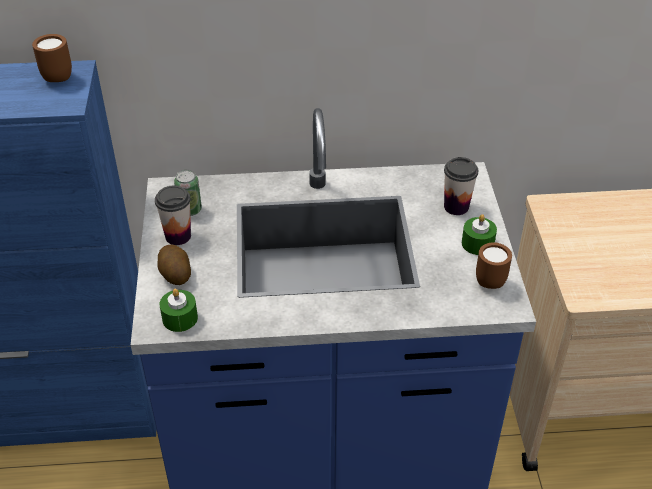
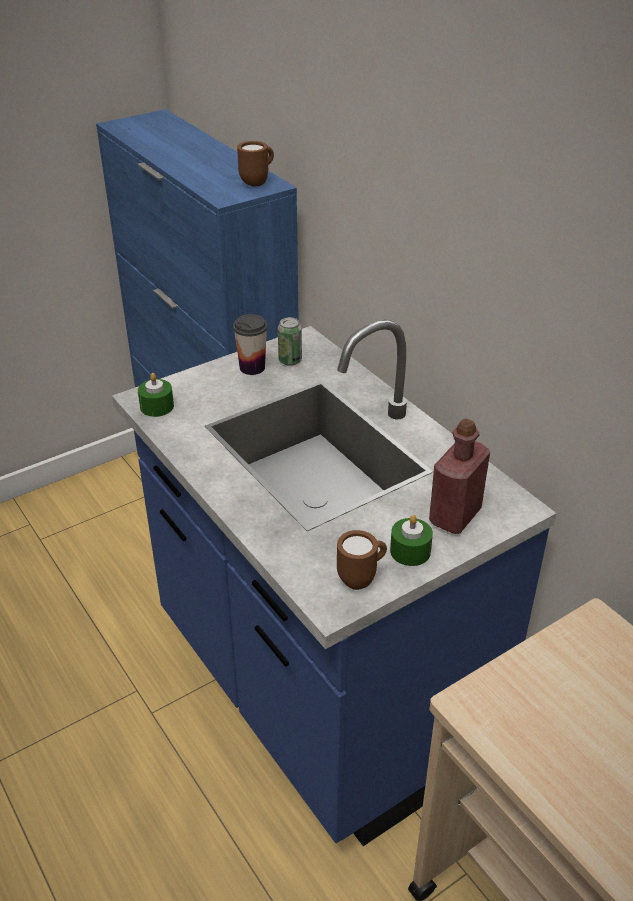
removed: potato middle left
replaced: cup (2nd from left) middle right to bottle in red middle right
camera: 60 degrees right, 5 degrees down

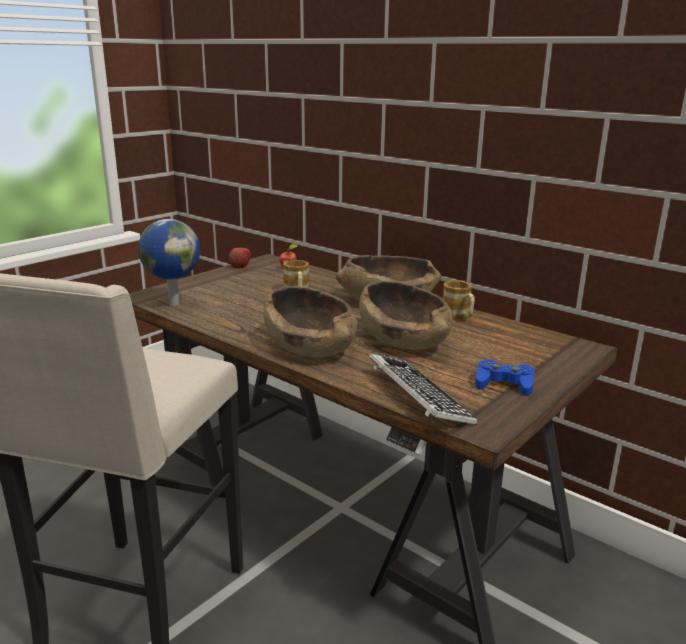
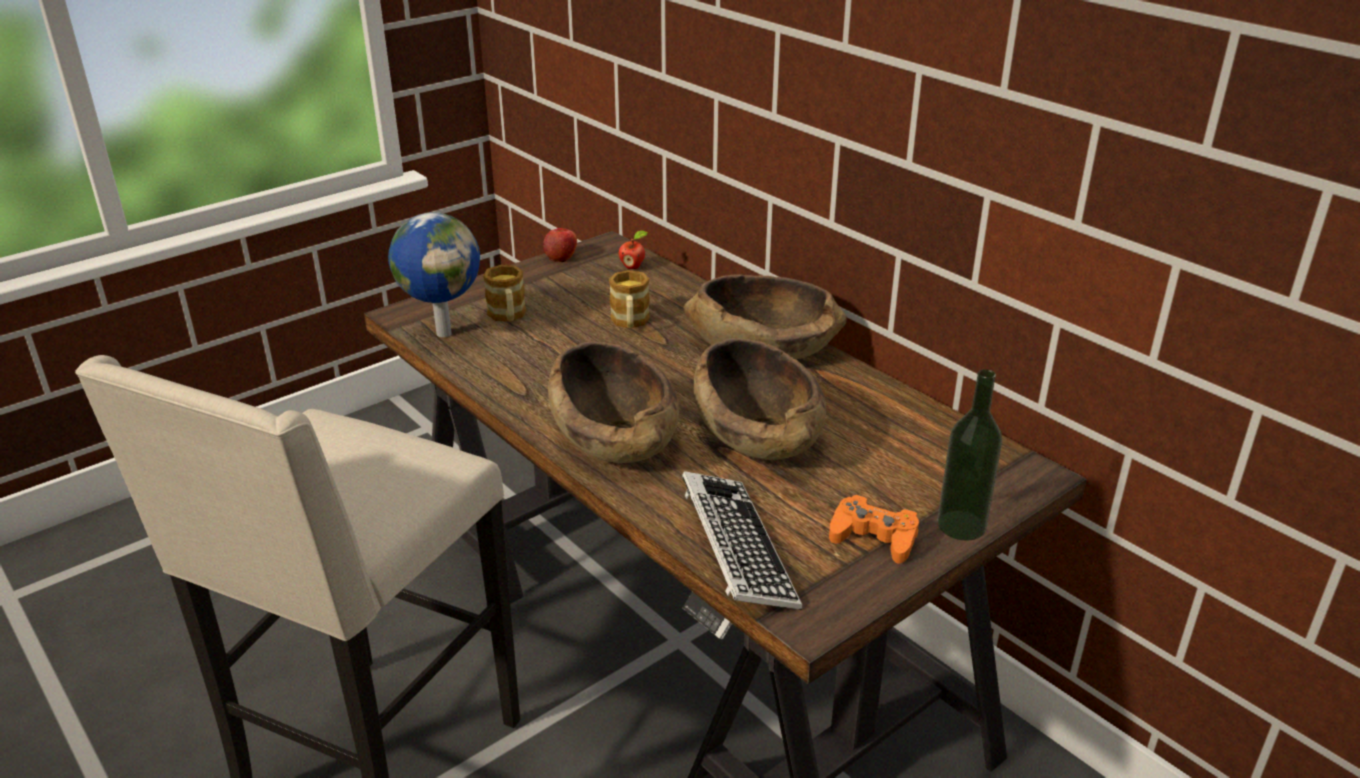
added: bottle middle right
moved: mug (2nd from left in the first image) middle right to mug (1st from left) centre
recoloured: game controller in blue middle right to game controller in orange bottom centre
camera: 10 degrees right, 10 degrees up

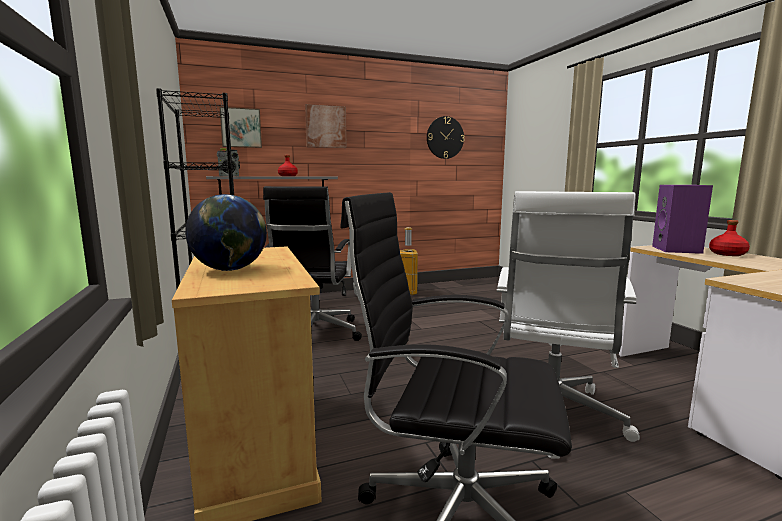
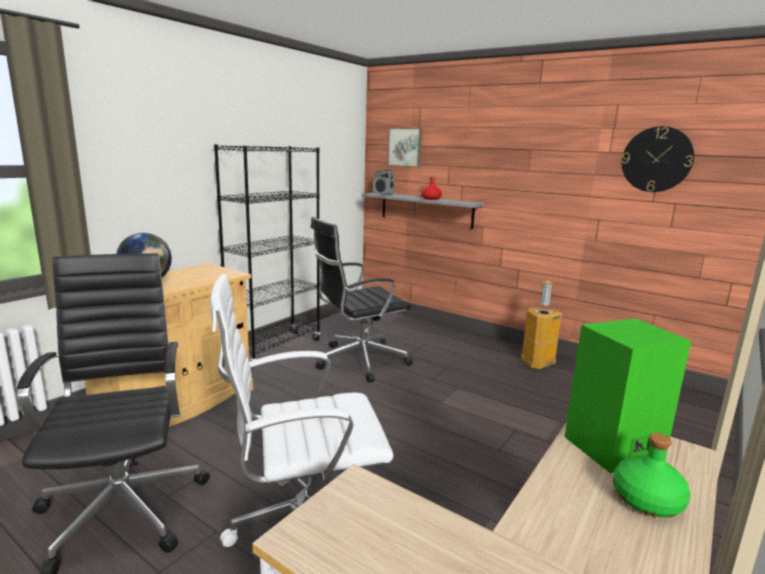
removed: picture (2nd from left) top centre
recoloured: speaker in purple middle right to speaker in green bottom right; bottle in red (2nd from left) middle right to bottle in green bottom right
camera: 55 degrees right, 5 degrees up

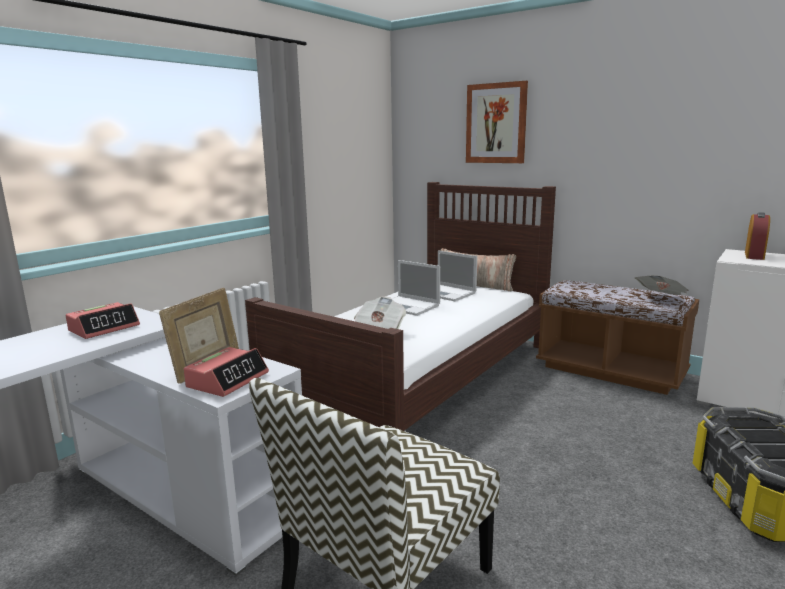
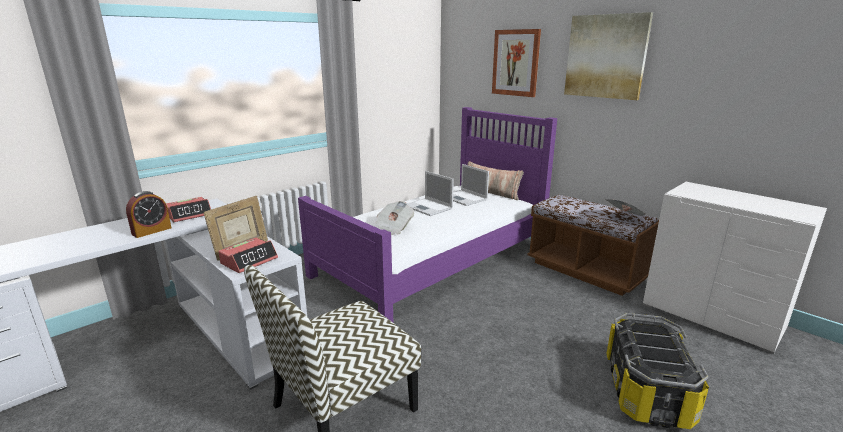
added: picture (2nd from left) top right
moved: alarm clock (3rd from left in the first image) middle right to alarm clock (1st from left) middle left
recoloured: bed in brown centre to bed in purple centre
camera: 10 degrees right, 5 degrees up

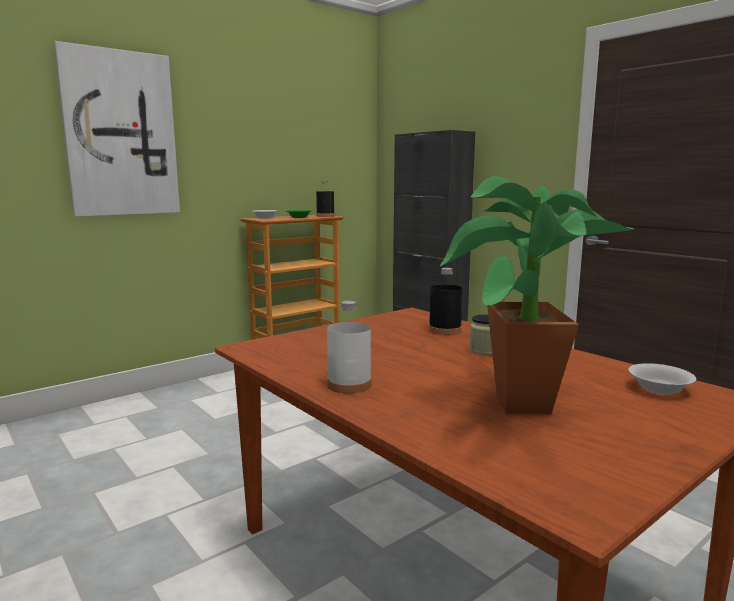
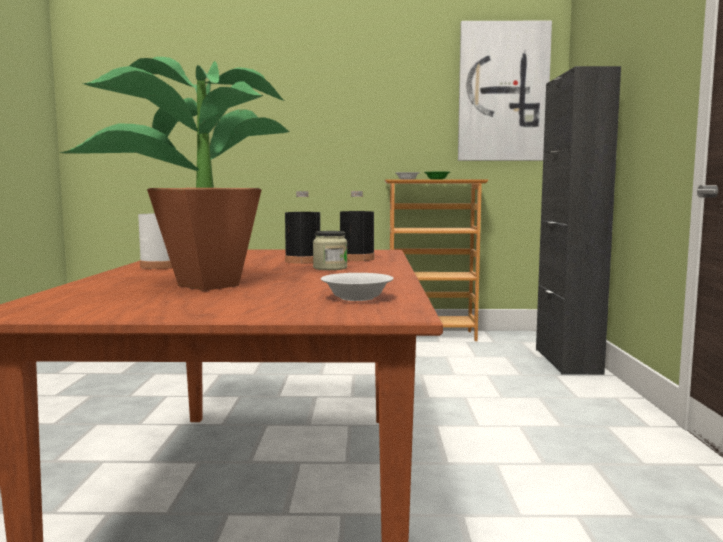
moved: picture top left to top right; bottle in black (1st from left) top centre to centre
camera: 40 degrees right, 5 degrees down

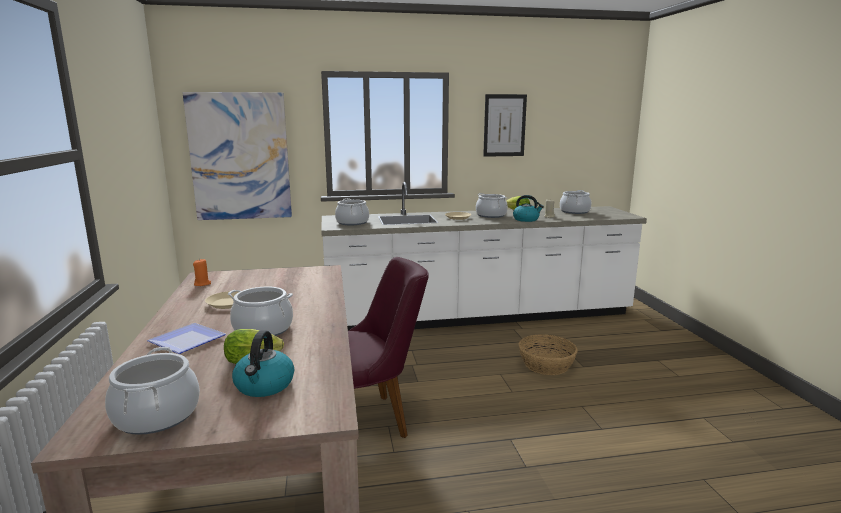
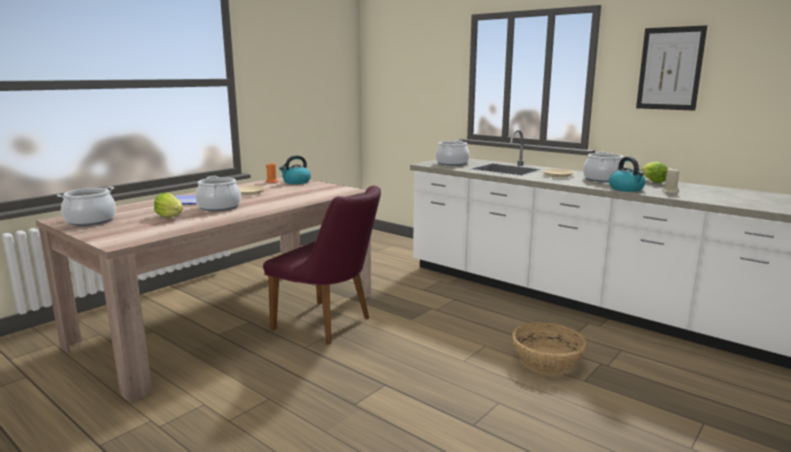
removed: picture (1st from left) top left; cooking pot (5th from left) middle right
moved: kettle (1st from left) bottom left to centre
camera: 50 degrees right, 0 degrees up

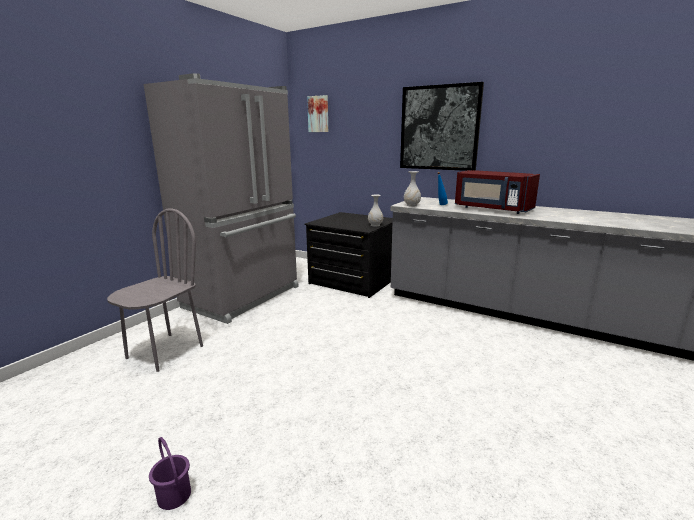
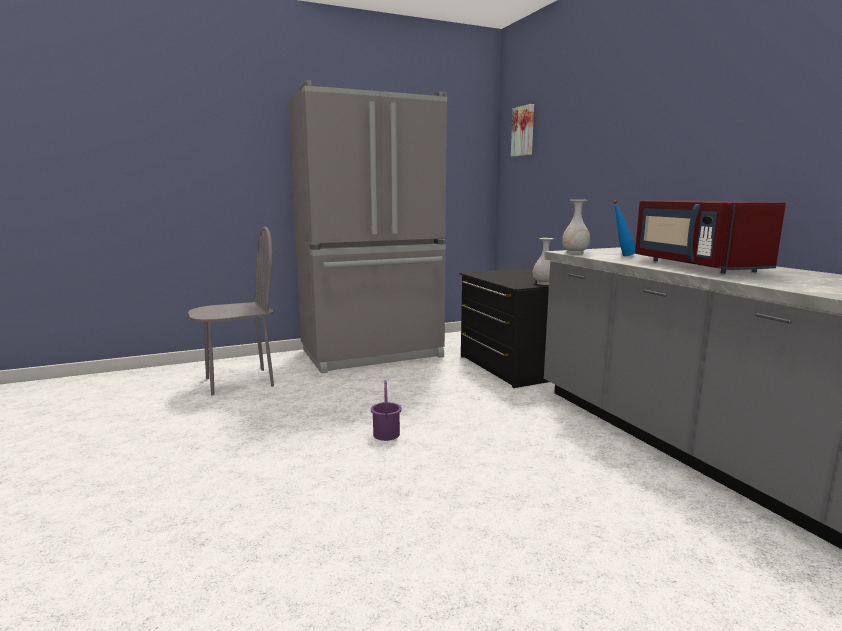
removed: picture (2nd from left) top centre
moved: bucket in purple bottom left to centre
camera: 35 degrees right, 5 degrees down

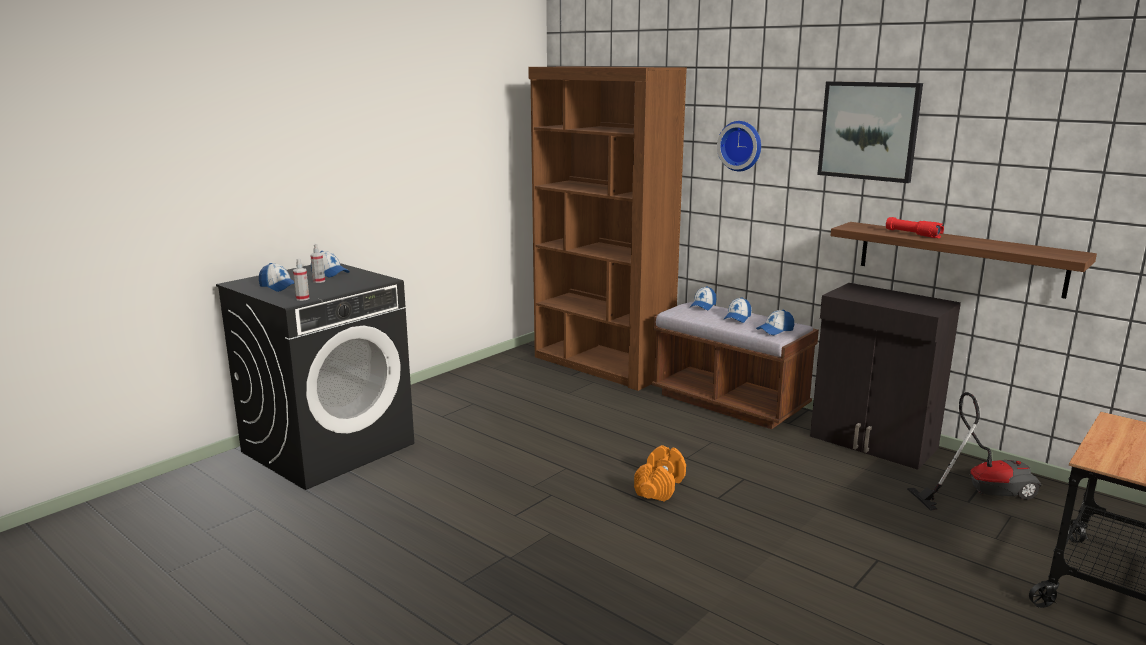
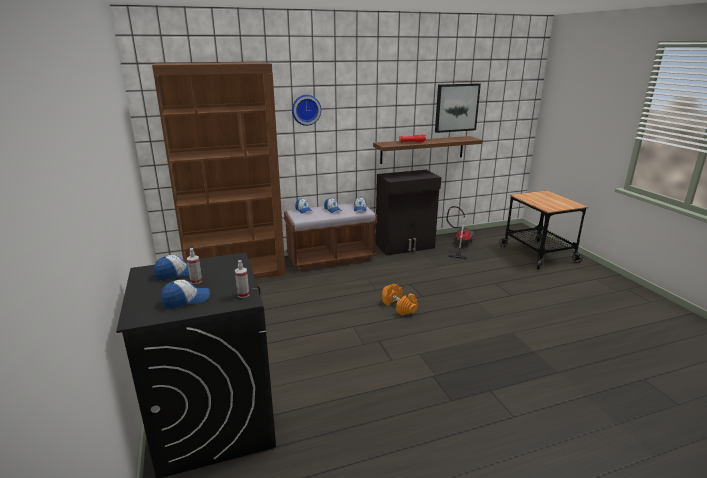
moved: picture top right to top centre
camera: 60 degrees left, 5 degrees up

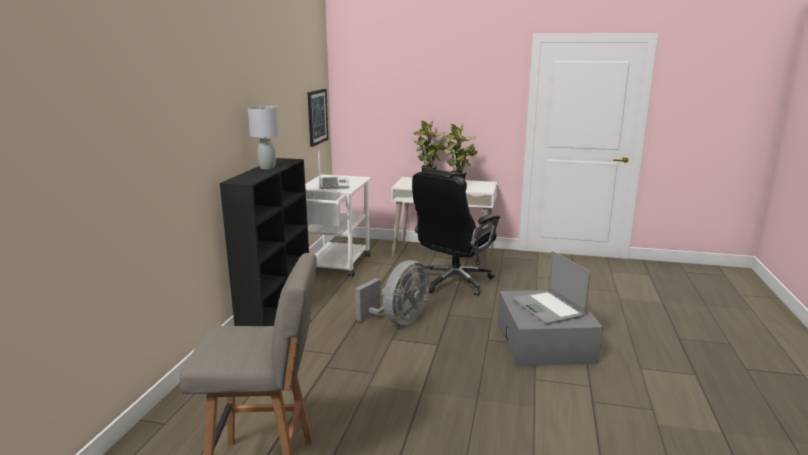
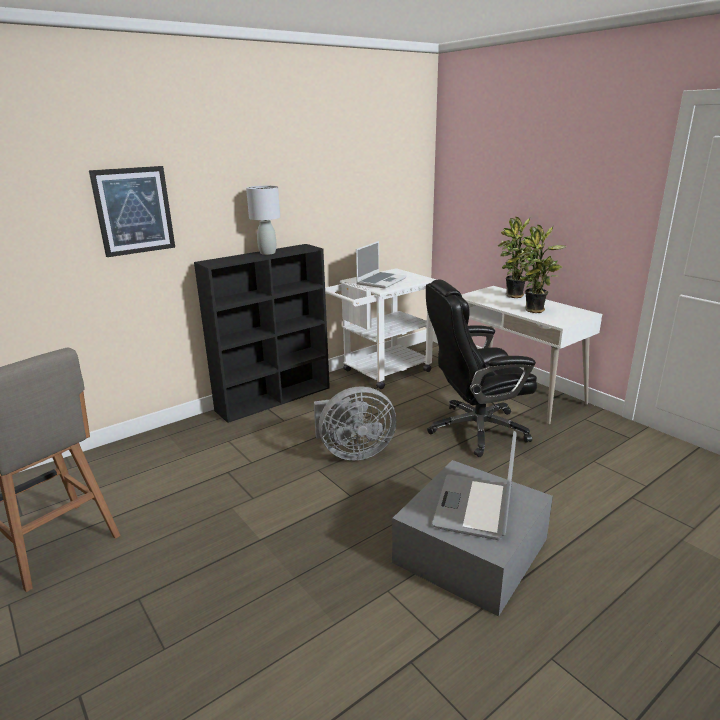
moved: picture top centre to top left
camera: 40 degrees right, 5 degrees up

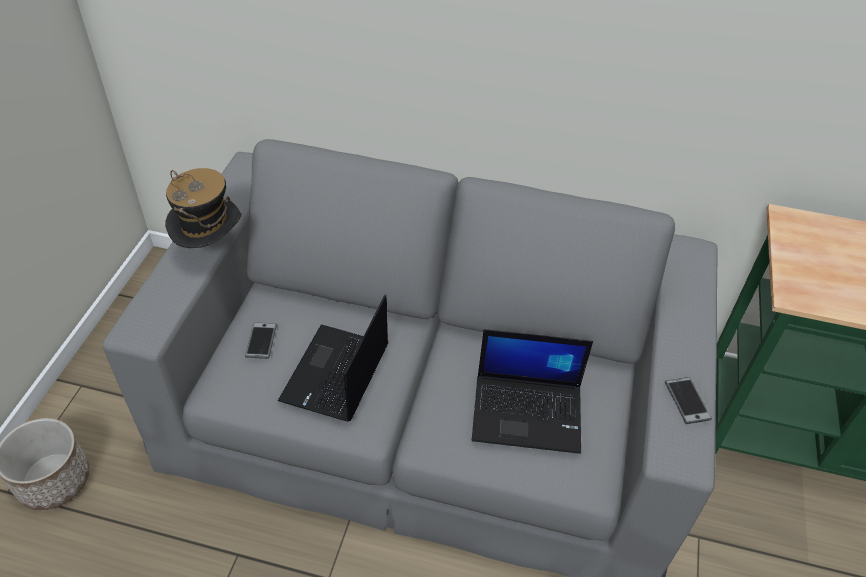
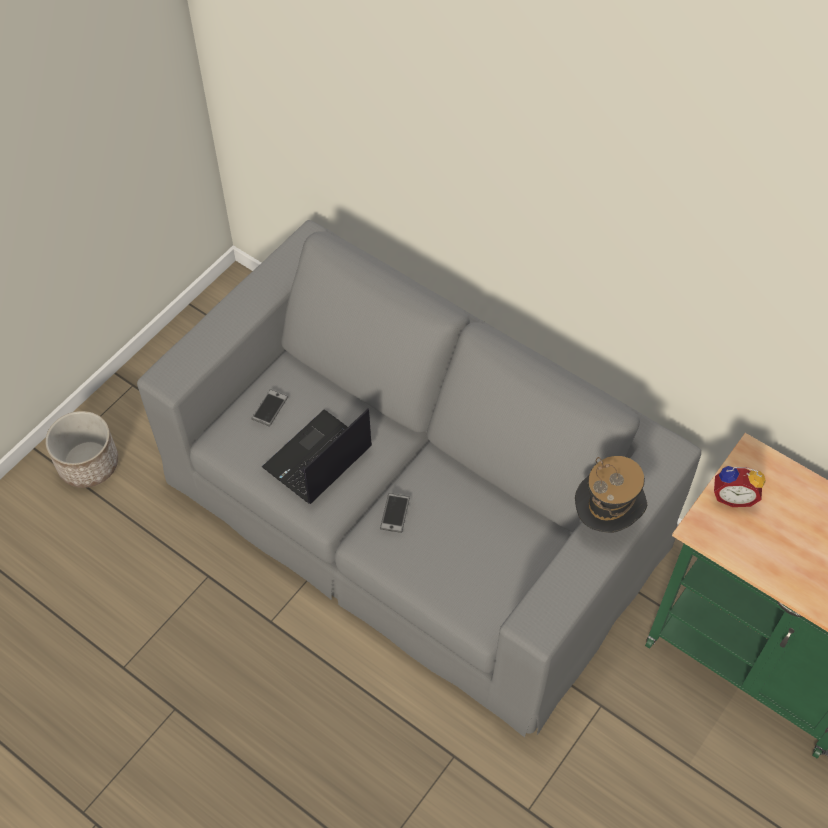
removed: laptop (2nd from left) bottom centre
added: alarm clock middle right
moved: hat middle left to middle right; phone (2nd from left) bottom right to centre
camera: 25 degrees right, 10 degrees up

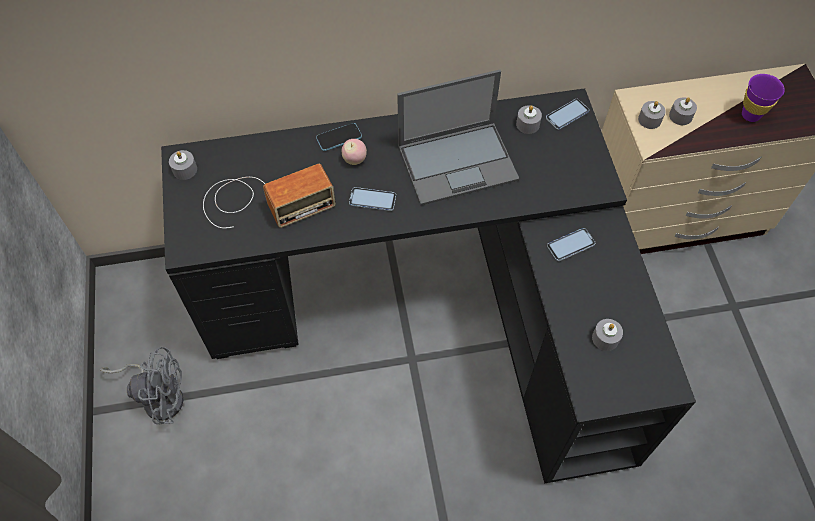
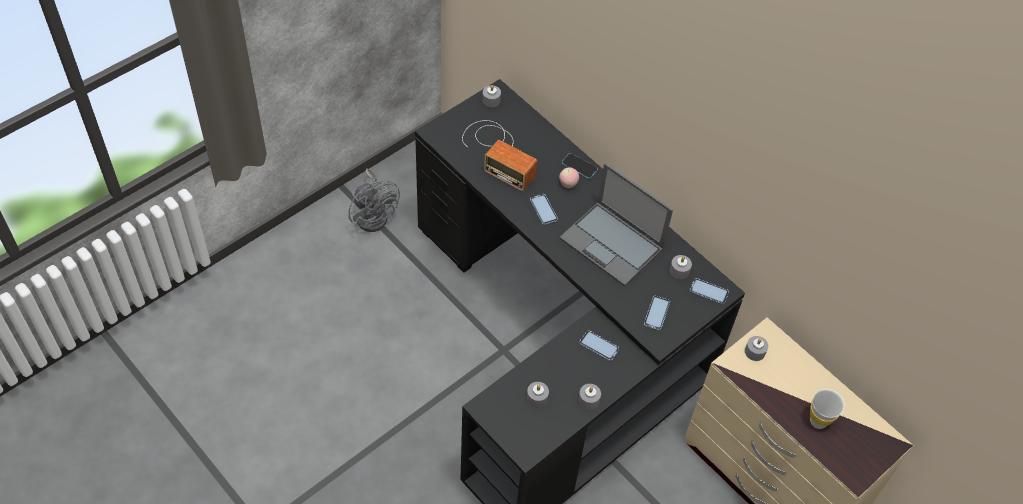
added: phone (4th from left) centre
moved: candle in grey (5th from left in the first image) top right to candle in grey (3rd from left) bottom centre
recoloured: cup in purple top right to cup in white bottom right
camera: 55 degrees right, 5 degrees down

